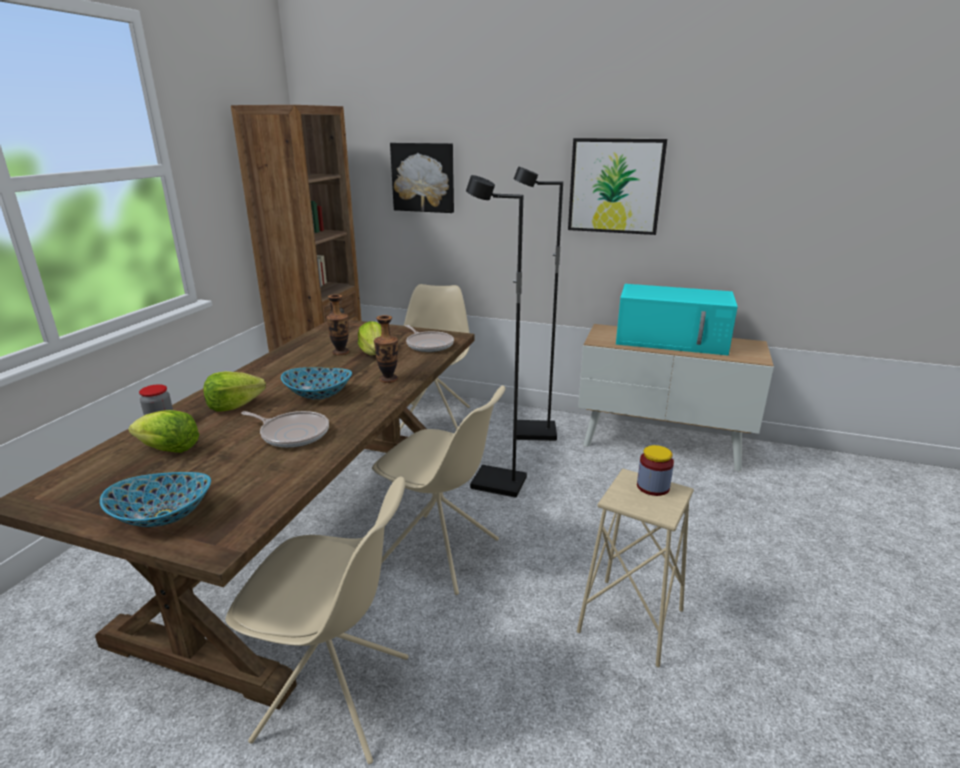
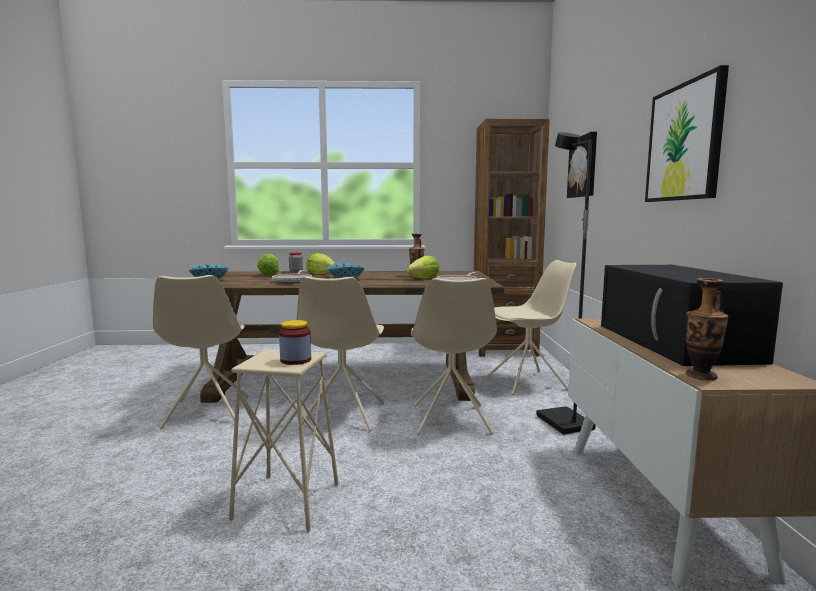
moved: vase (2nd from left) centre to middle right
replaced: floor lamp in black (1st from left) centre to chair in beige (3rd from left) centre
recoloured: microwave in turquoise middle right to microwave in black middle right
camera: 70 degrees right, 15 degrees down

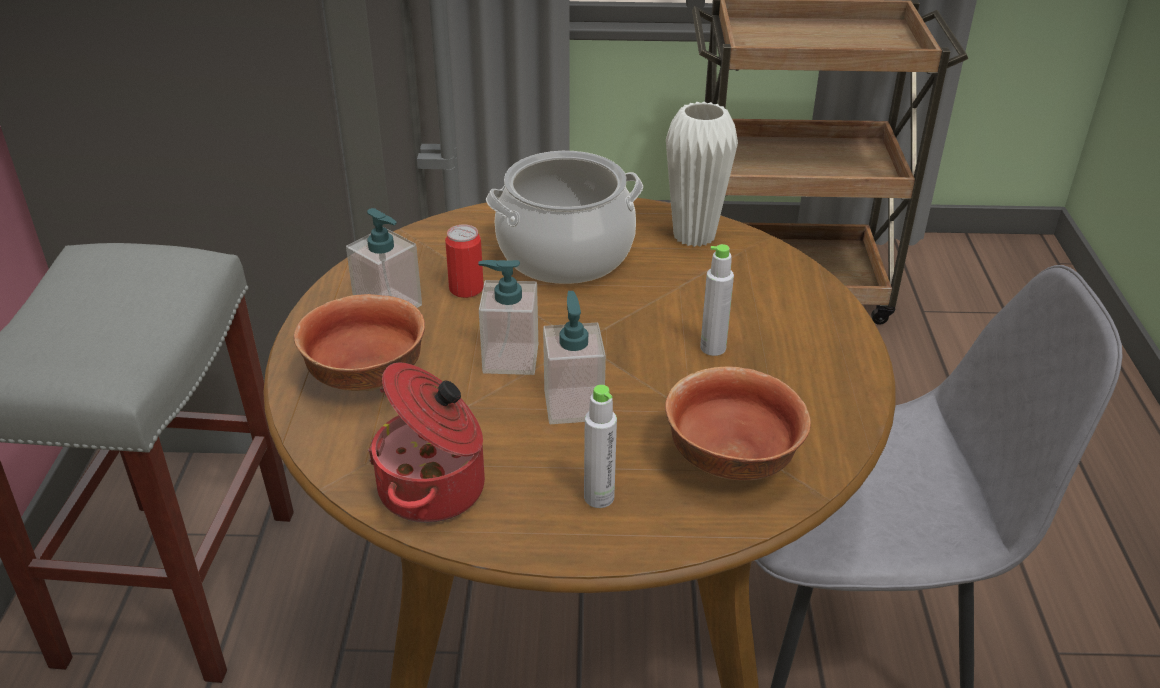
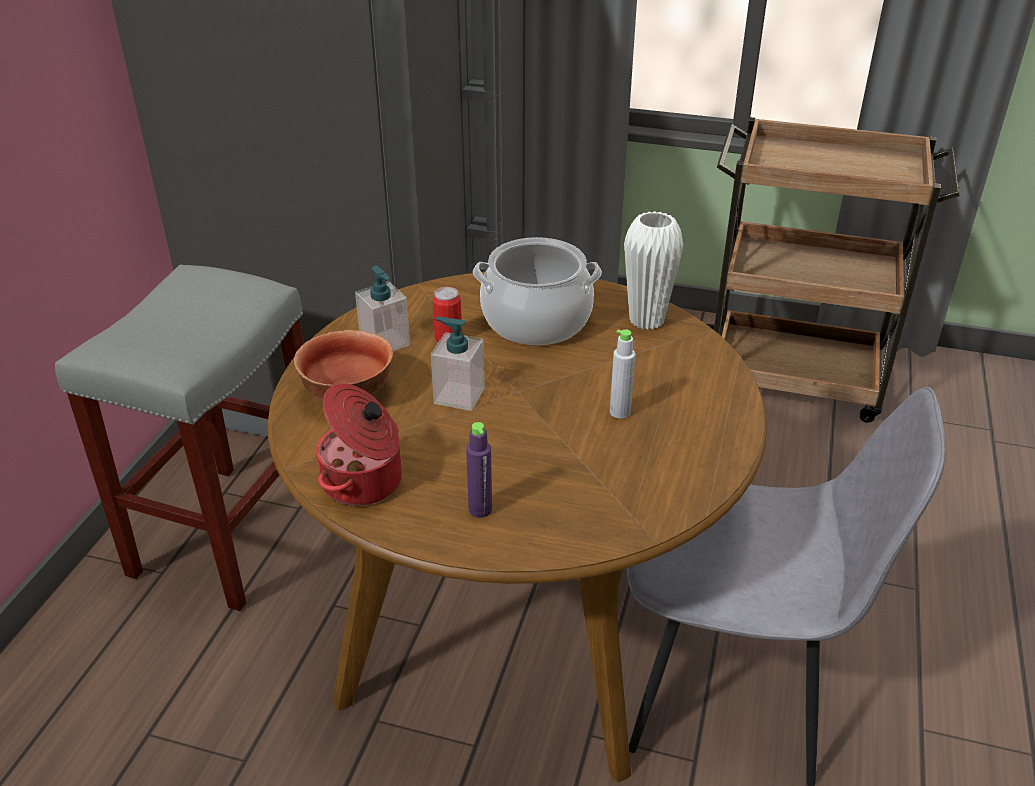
removed: soap dispenser (3rd from left) centre; bowl (2nd from left) centre
recoloured: bottle in grey (1st from left) centre to bottle in purple centre
camera: 15 degrees right, 0 degrees up

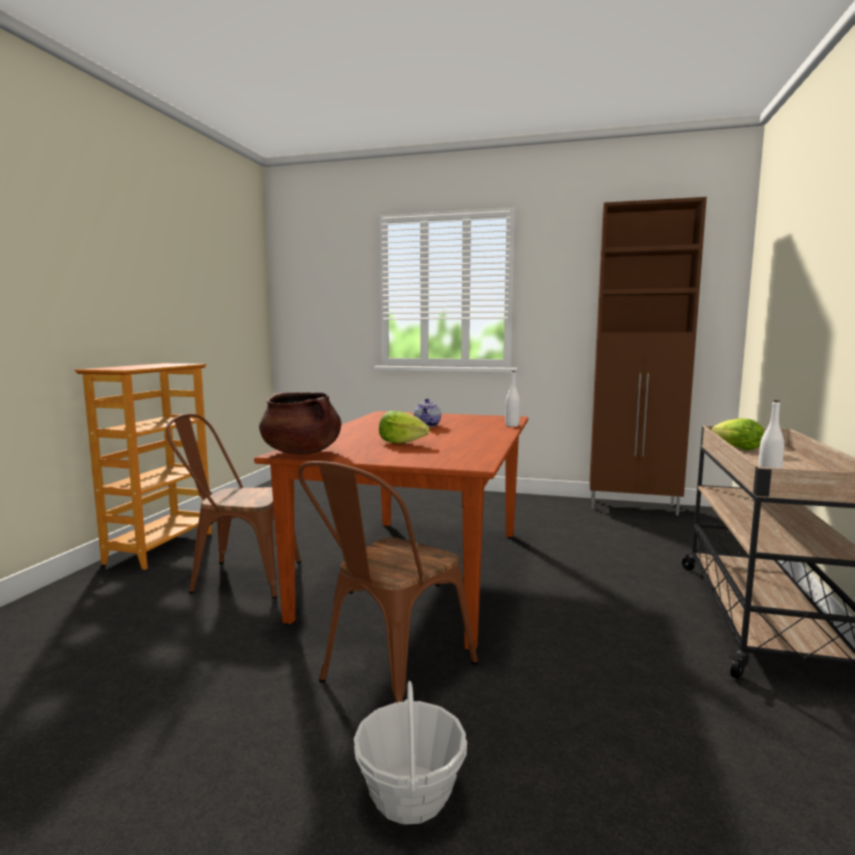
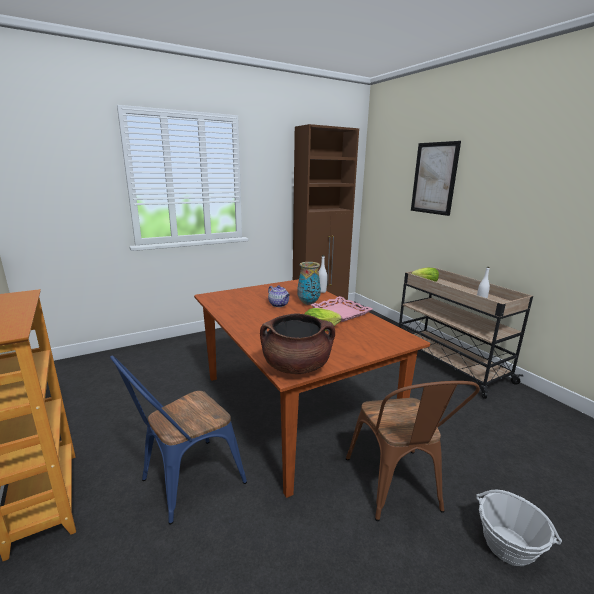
added: picture top right; vase centre; tray in pink centre
recoloured: chair in brown (1st from left) middle left to chair in blue bottom left
camera: 45 degrees left, 10 degrees up

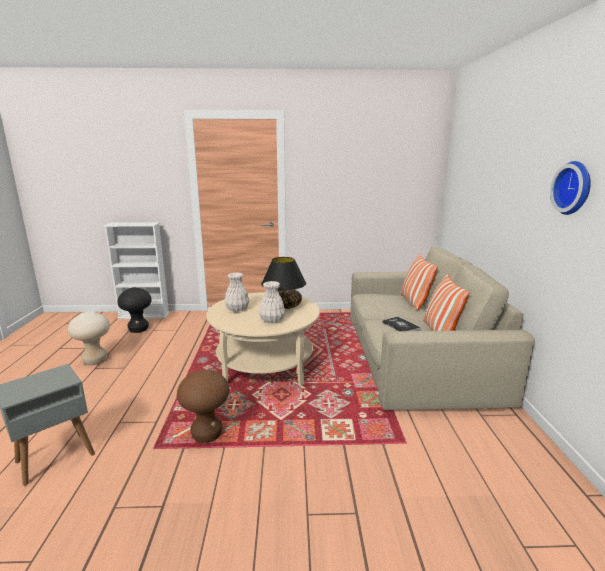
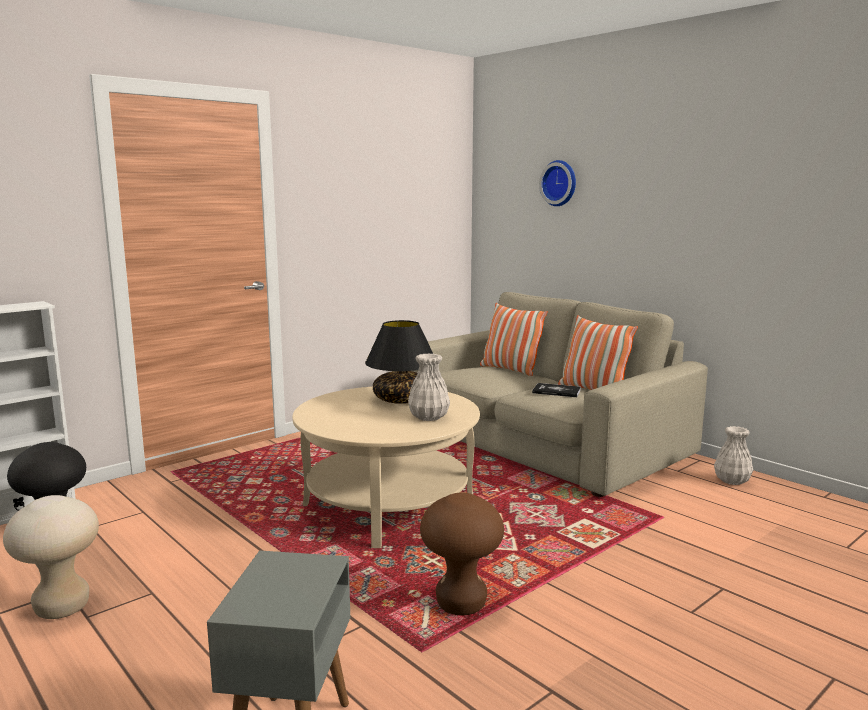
moved: wall clock top right to top centre; vase in white (1st from left in the first image) centre to vase in white (2nd from left) middle right
camera: 40 degrees left, 5 degrees down

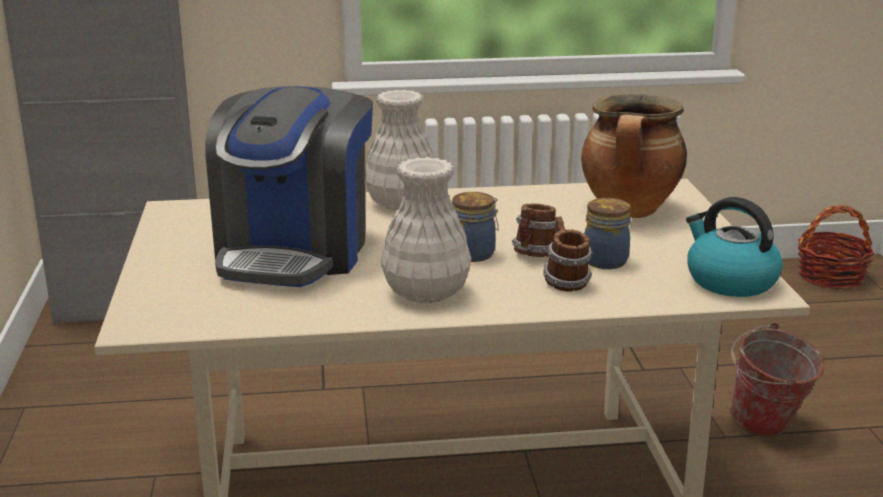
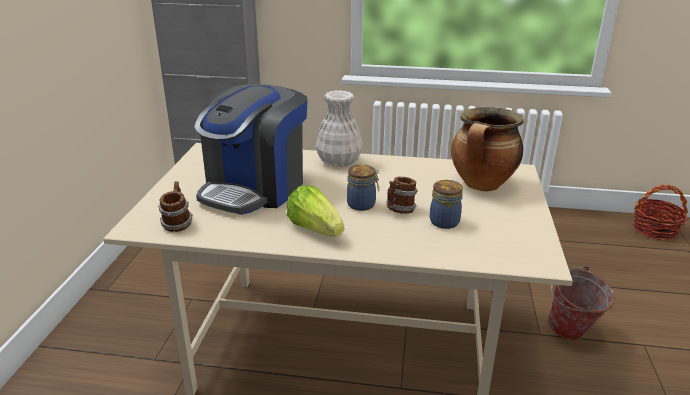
removed: kettle middle right
moved: mug (2nd from left in the first image) centre to mug (1st from left) middle left
replaced: vase in white (2nd from left) centre to lettuce centre
camera: 15 degrees right, 5 degrees up

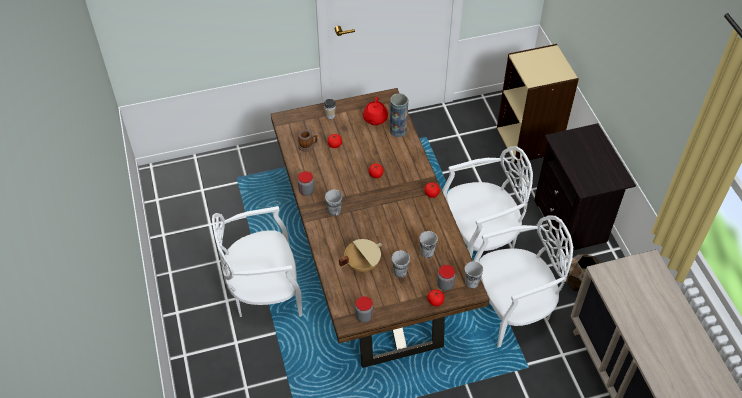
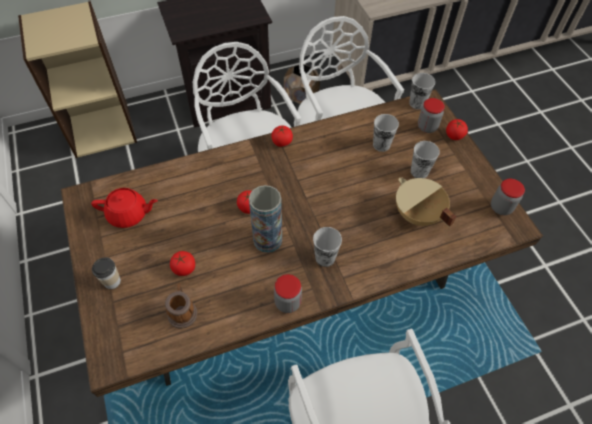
moved: vase top centre to centre
camera: 95 degrees left, 5 degrees up

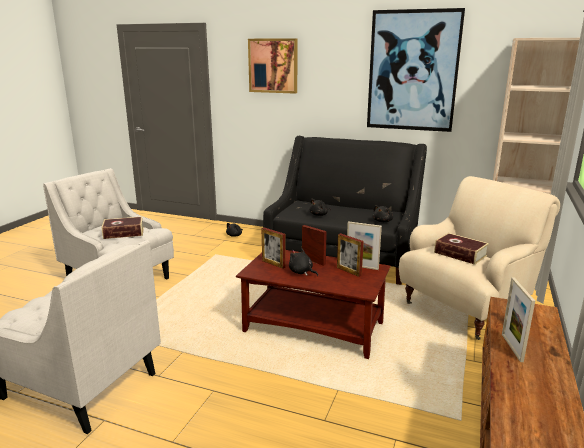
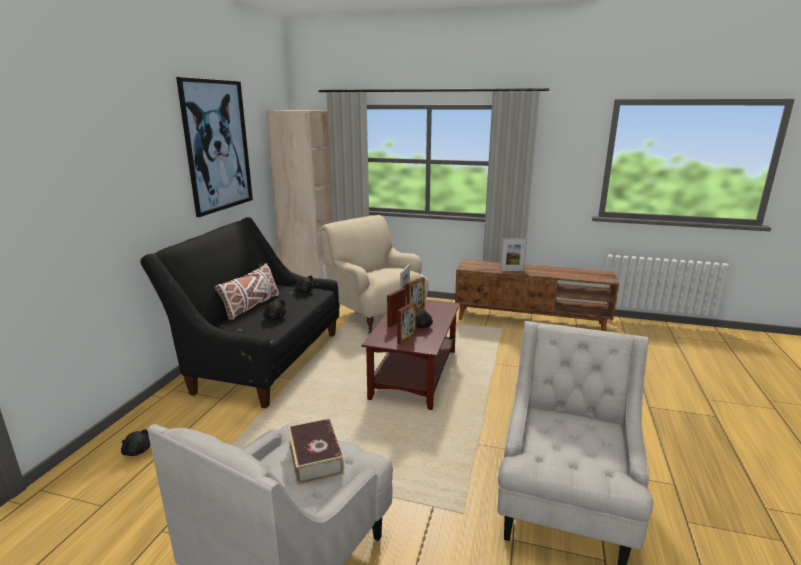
removed: picture (1st from left) top centre; book (2nd from left) middle right
added: pillow in white middle left
camera: 95 degrees left, 0 degrees up

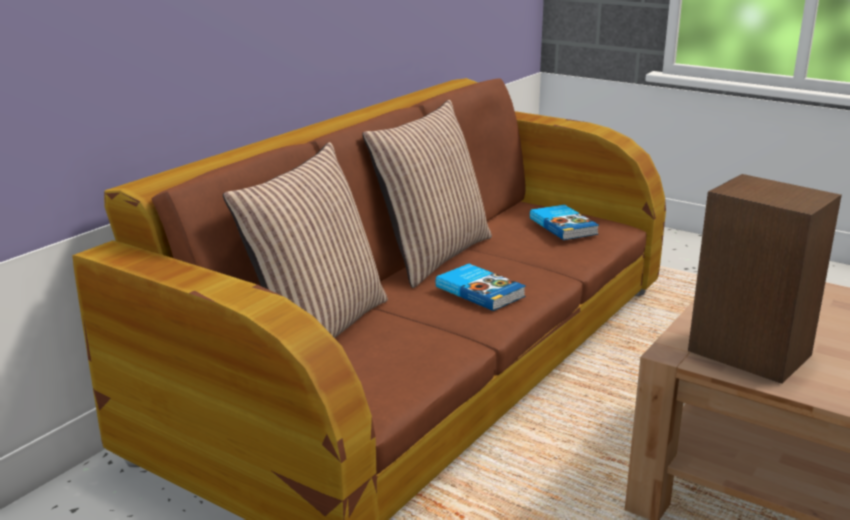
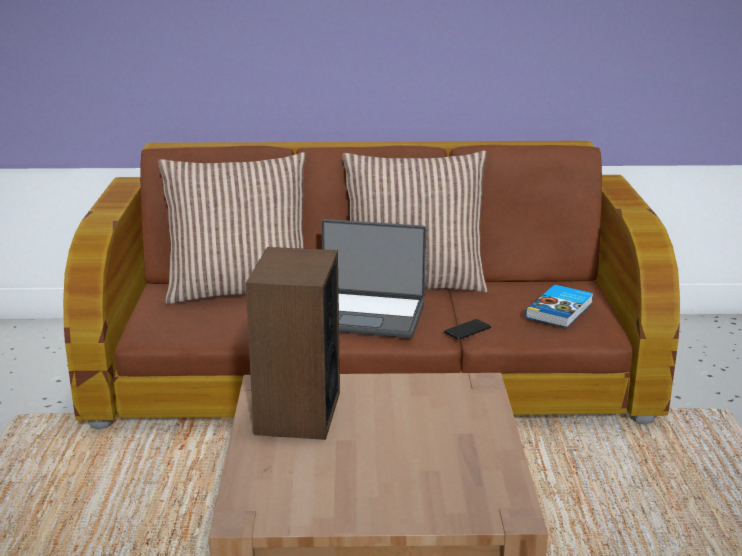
added: phone centre
replaced: book (1st from left) centre to laptop centre
camera: 55 degrees right, 0 degrees up

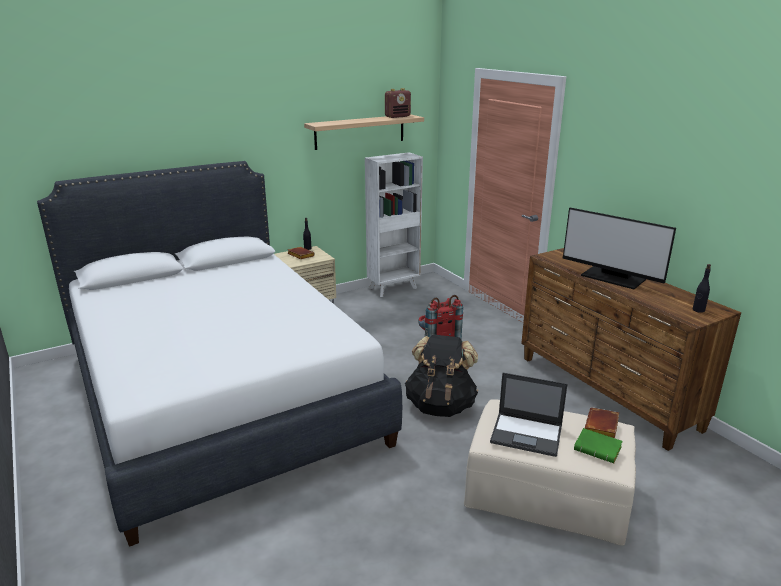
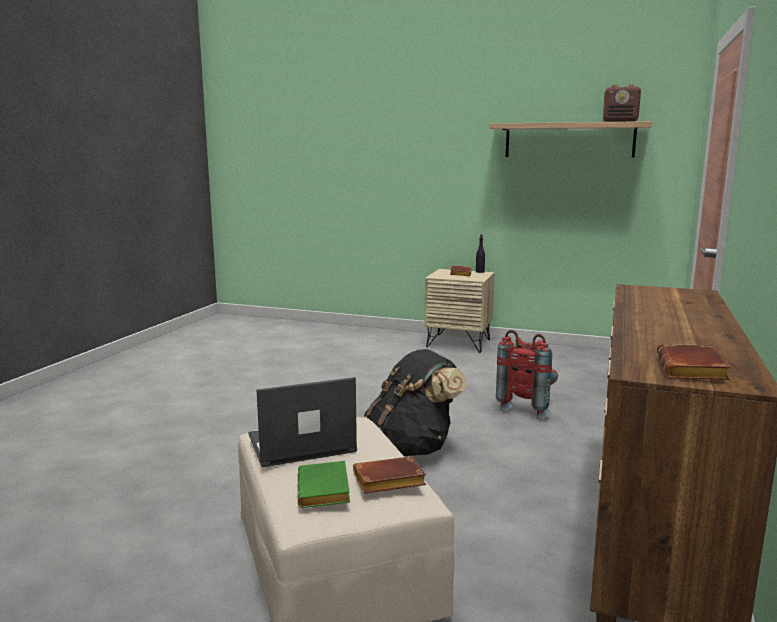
removed: bookcase in white centre; bed in white middle left; monitor middle right
replaced: bottle in black (2nd from left) middle right to book in brown (3rd from left) middle right
turned: laptop bottom right = bottom centre 90 degrees clockwise
camera: 50 degrees right, 10 degrees down

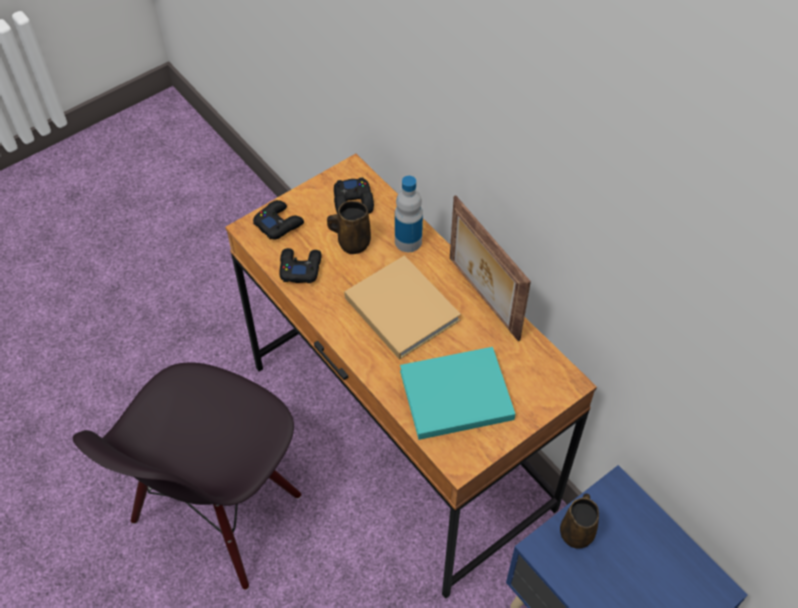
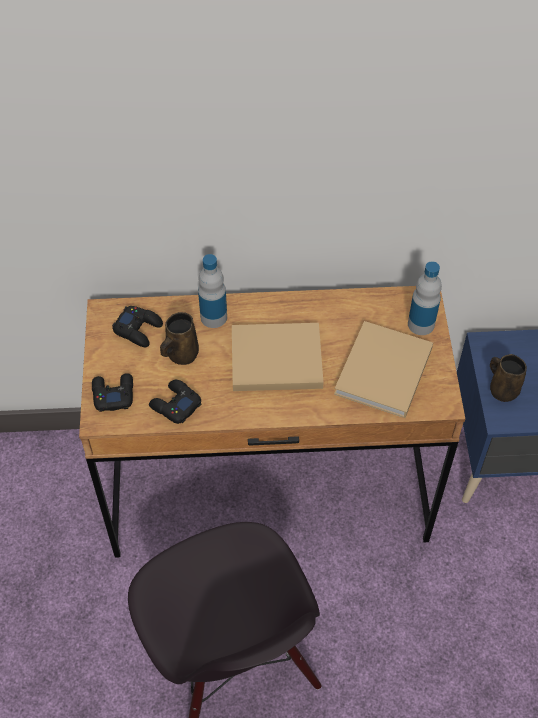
removed: picture frame centre
added: bottle (2nd from left) middle right
recoloured: book in turquoise centre to book in beige (2nd from left) middle right
camera: 55 degrees left, 0 degrees up

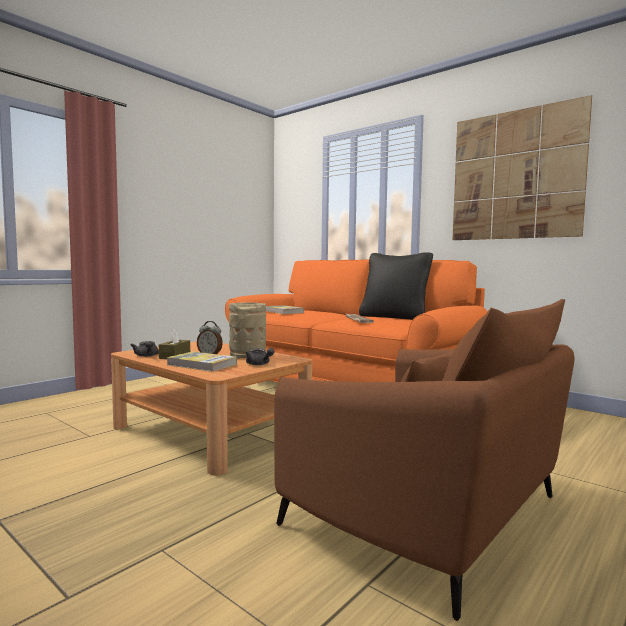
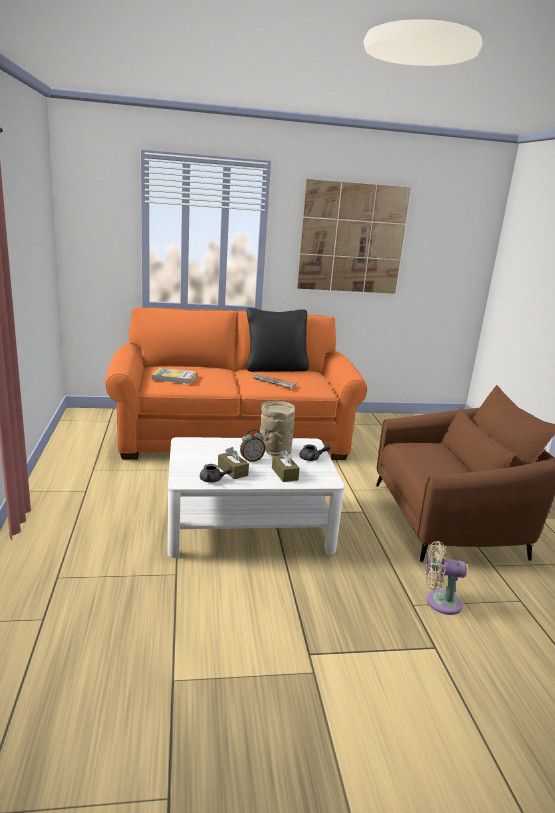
added: fan in beige bottom right
replaced: book (1st from left) middle left to tissue box in brown (2nd from left) centre
recoloured: coffee table in brown centre to coffee table in white centre
camera: 50 degrees left, 15 degrees up

